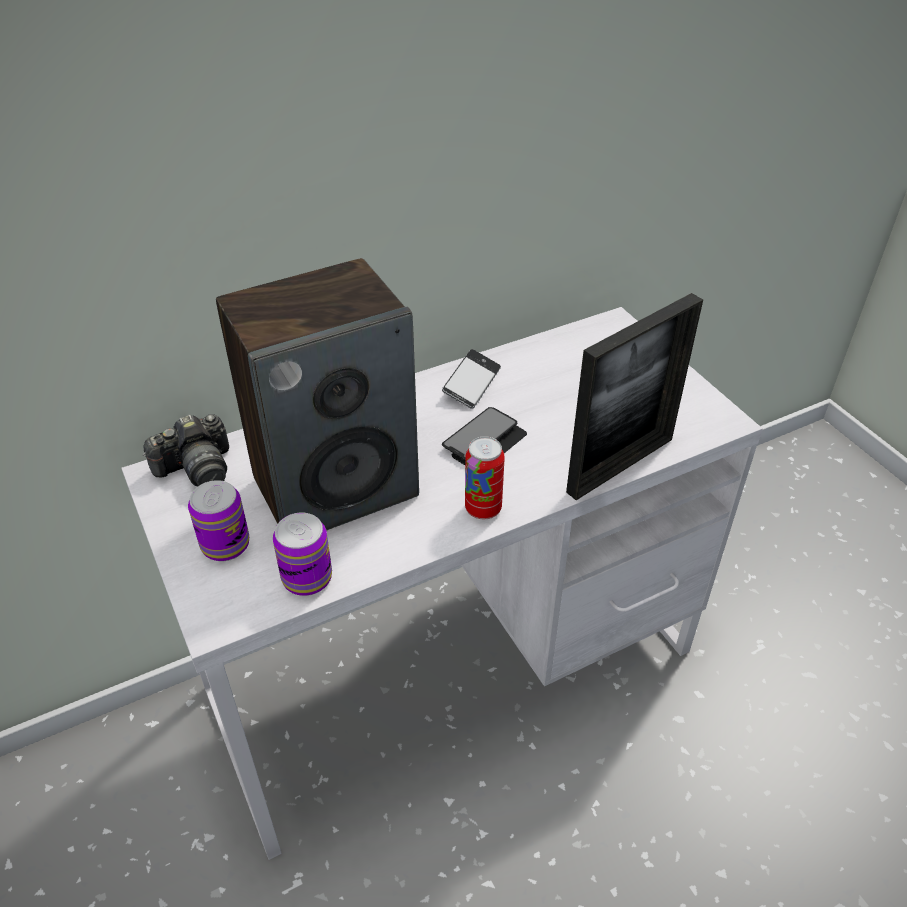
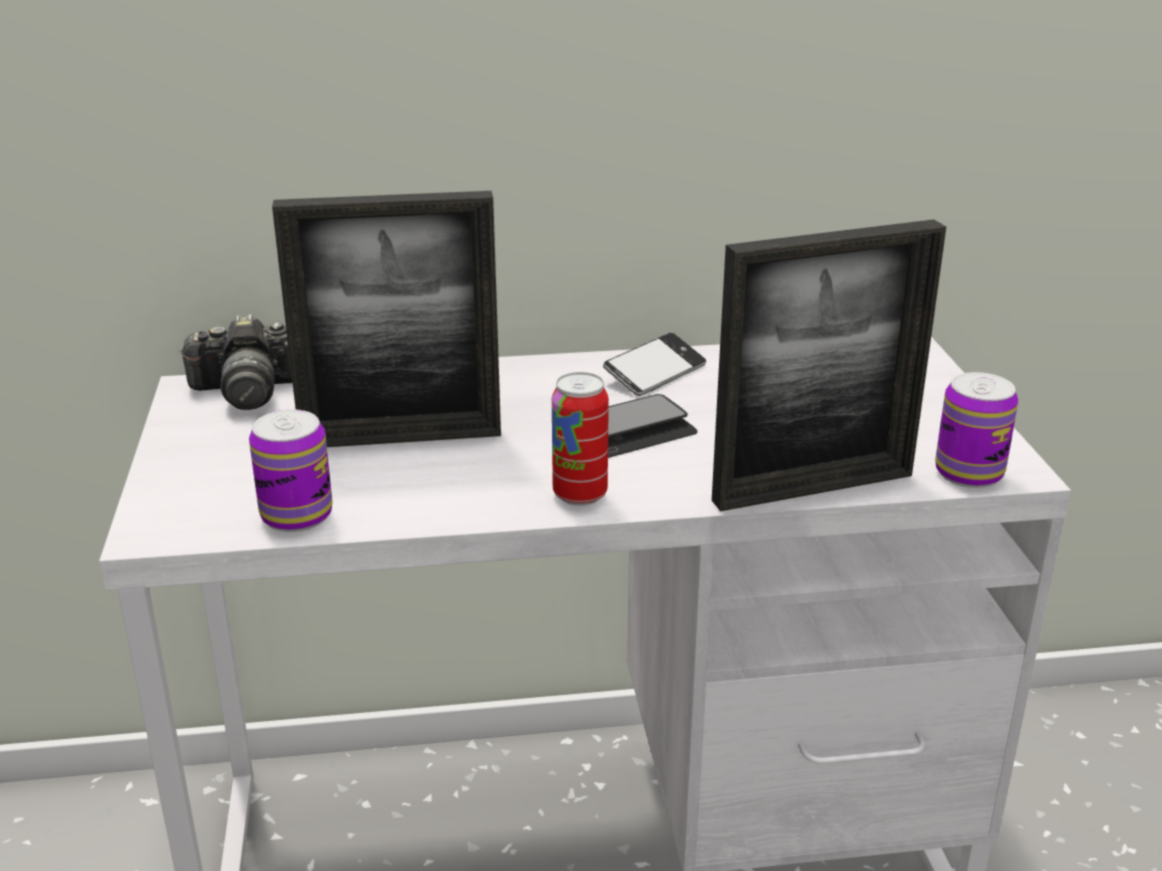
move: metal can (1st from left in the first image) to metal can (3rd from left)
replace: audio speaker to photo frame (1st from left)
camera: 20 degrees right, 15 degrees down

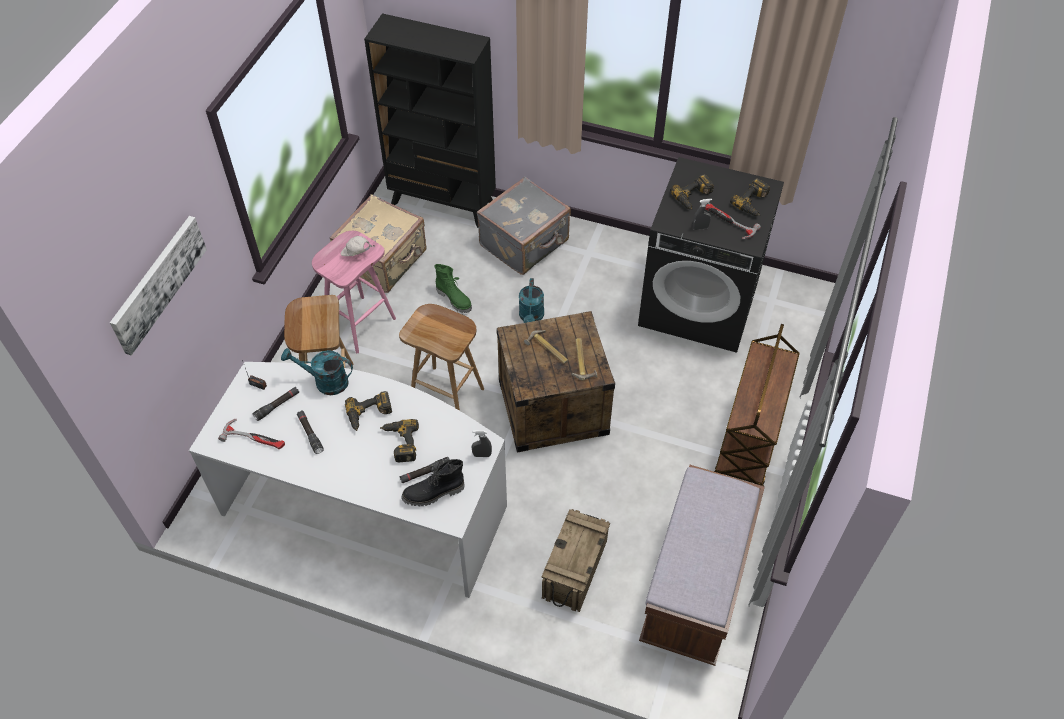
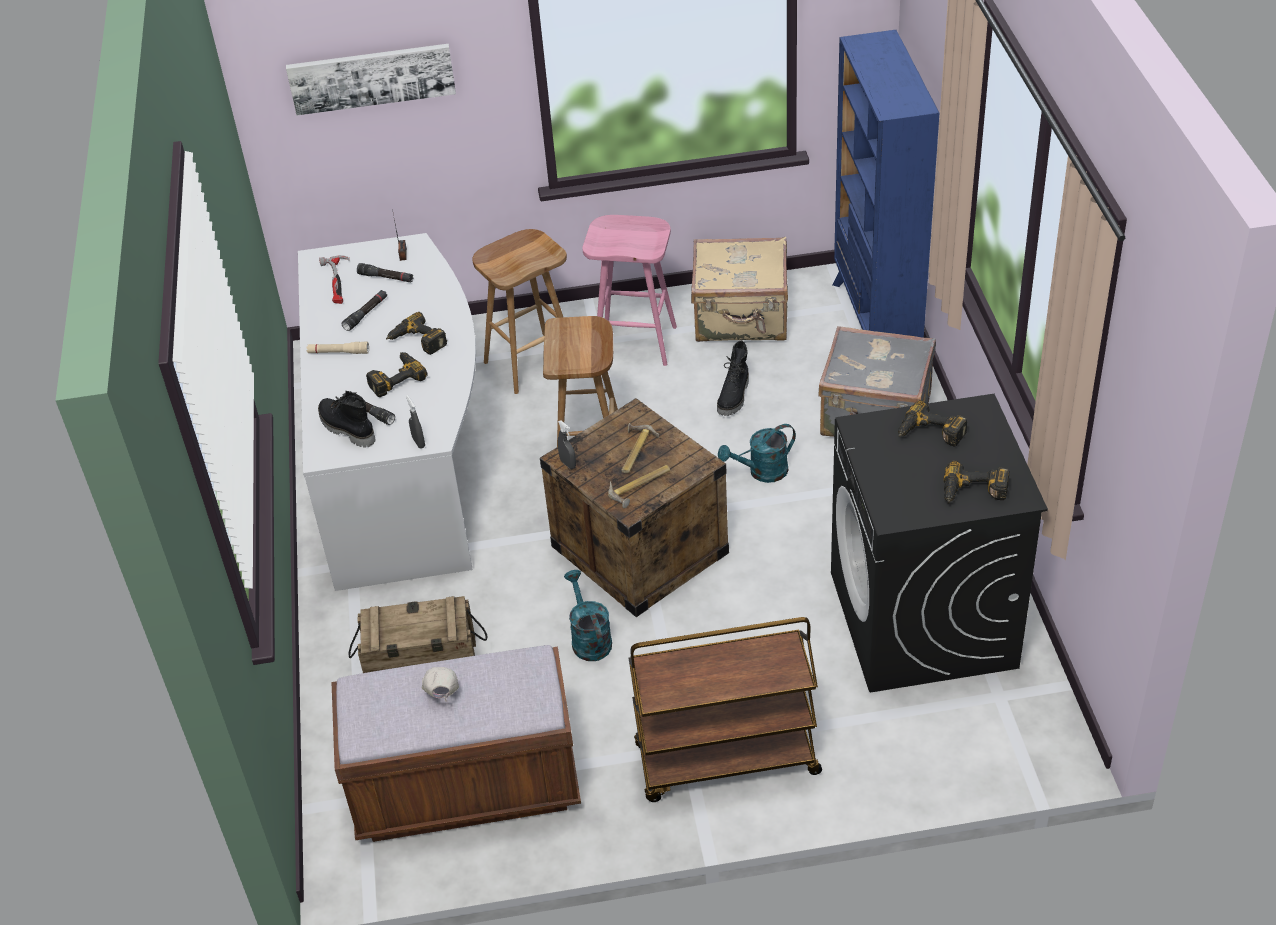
delete: hand hammer (4th from left)
insert: beige torch
move: gray hand sprayer (2nd from left); whitish cap; turquoise-coloured watering pot (1st from left)
recolor: black-coloured bookshelf to bluish bookshelf; greenish boot to black-coloured boot (2nd from left)
camera: 65 degrees right, 10 degrees down

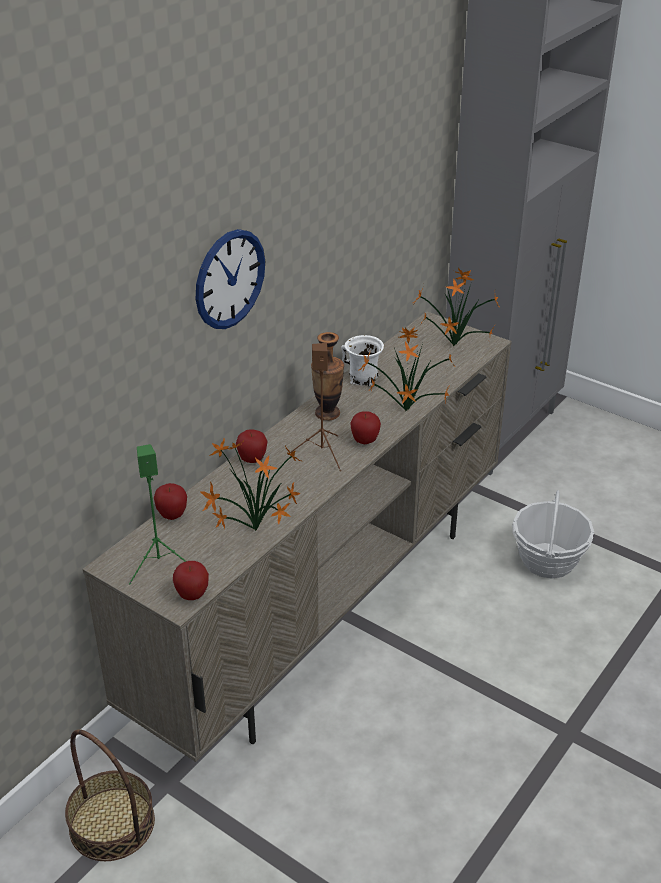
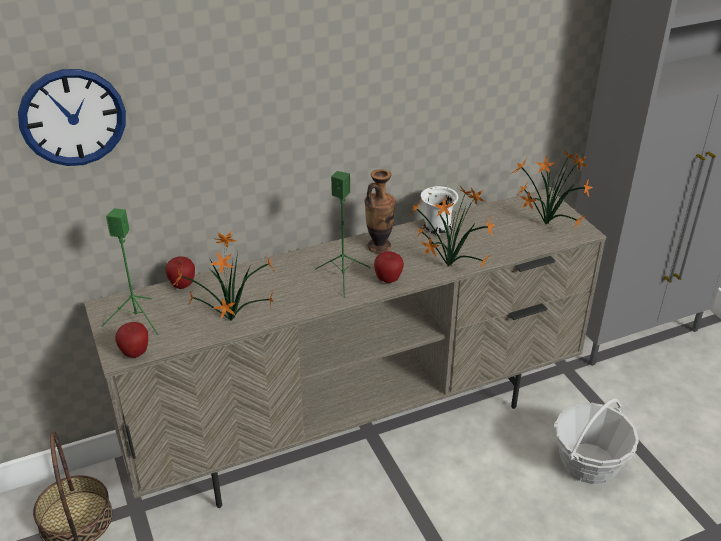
delete: apple (3rd from left)
move: hanging clock
recolor: brown-coloured audio speaker to greenish audio speaker (2nd from left)
camera: 30 degrees right, 0 degrees up

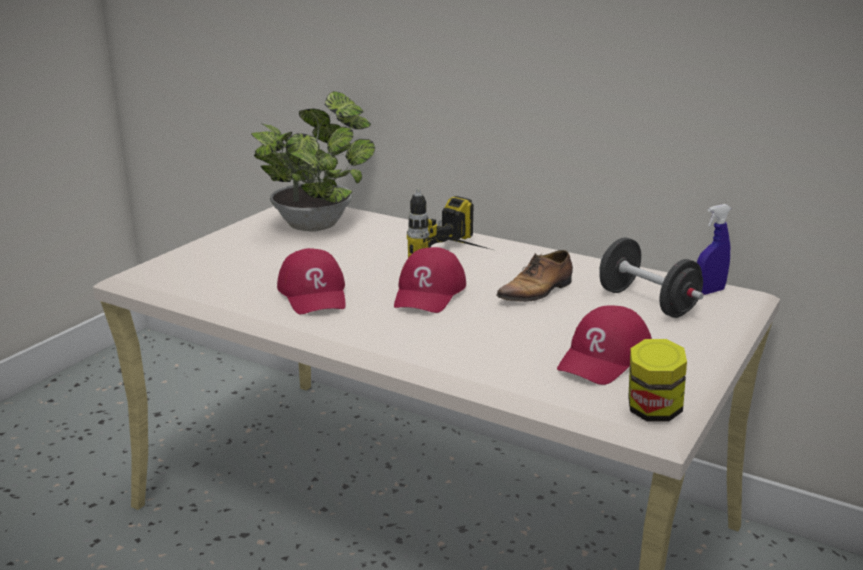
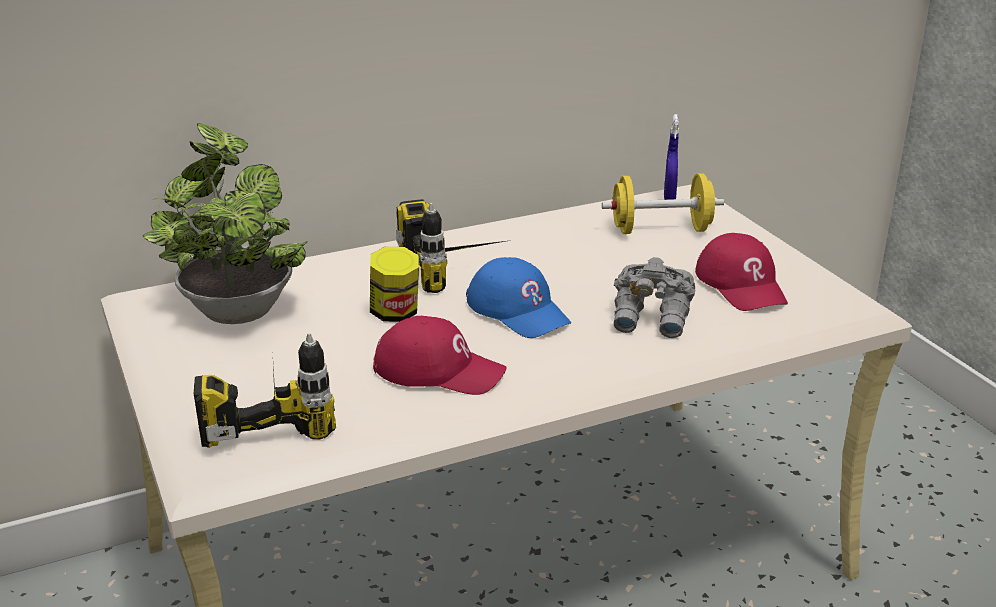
delete: low shoe
insert: gray pair of binoculars; power drill (1st from left)
move: preserve jar
recolor: black-coloured dumbbell to yellow dumbbell; red cap (2nd from left) to bluish cap
camera: 55 degrees left, 5 degrees up

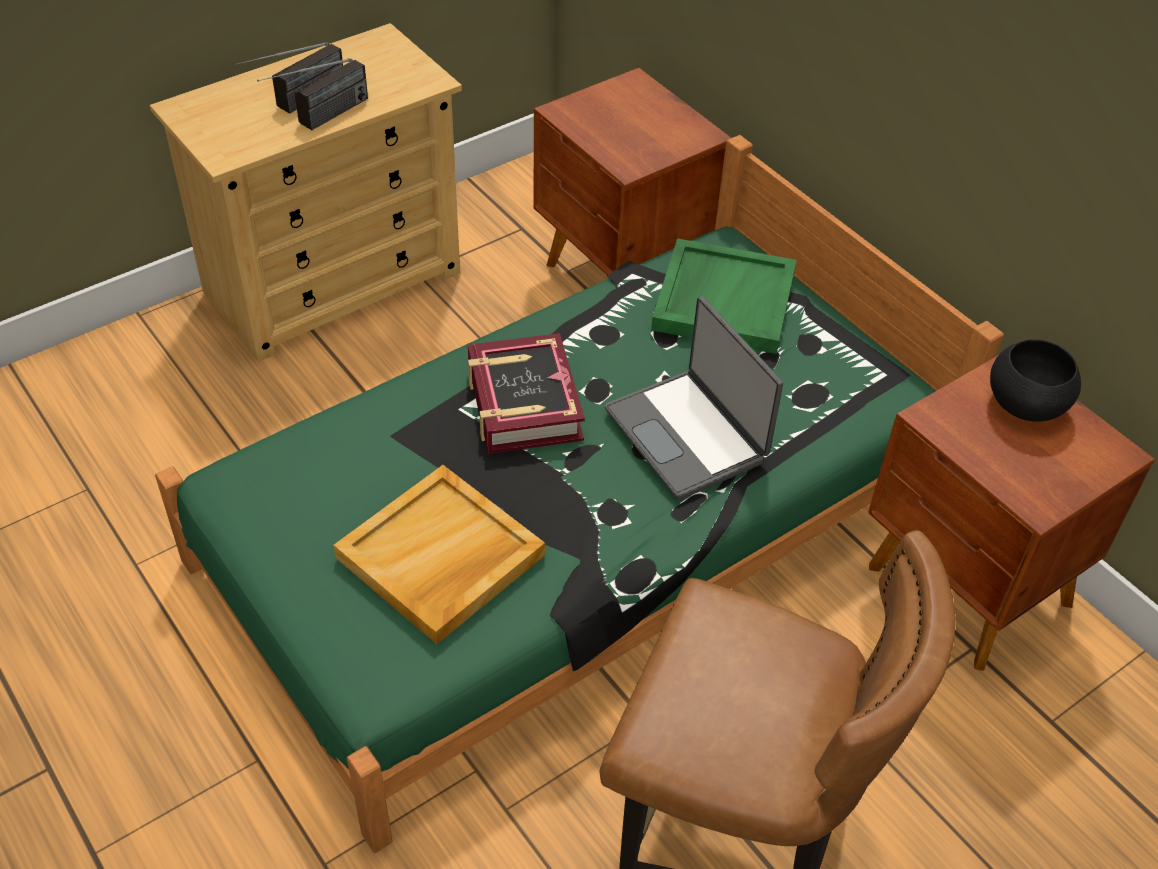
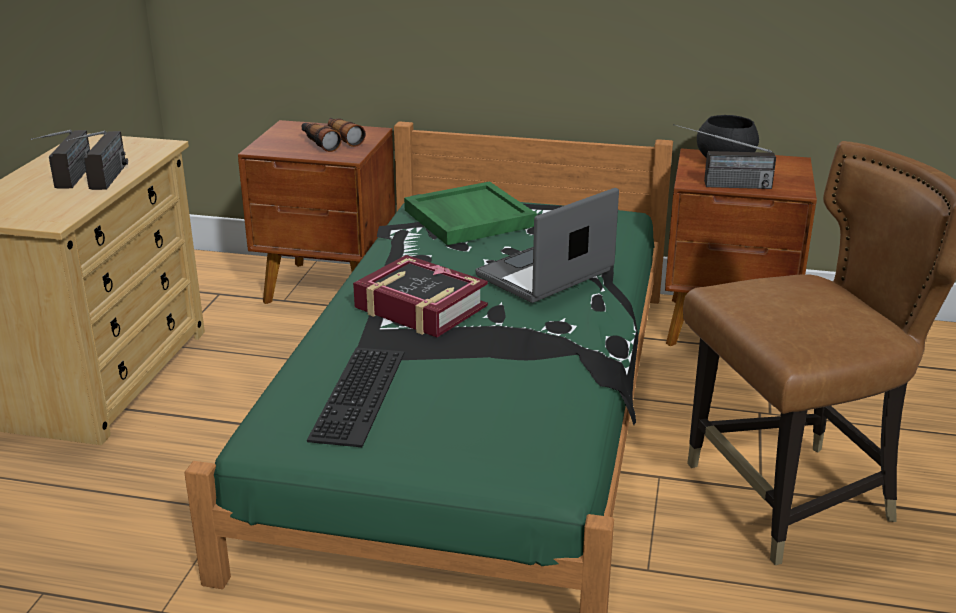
delete: beige carrying tray
insert: pair of binoculars; radio (3rd from left); PC keyboard
rotate: laptop 120 degrees clockwise
camera: 40 degrees left, 20 degrees down

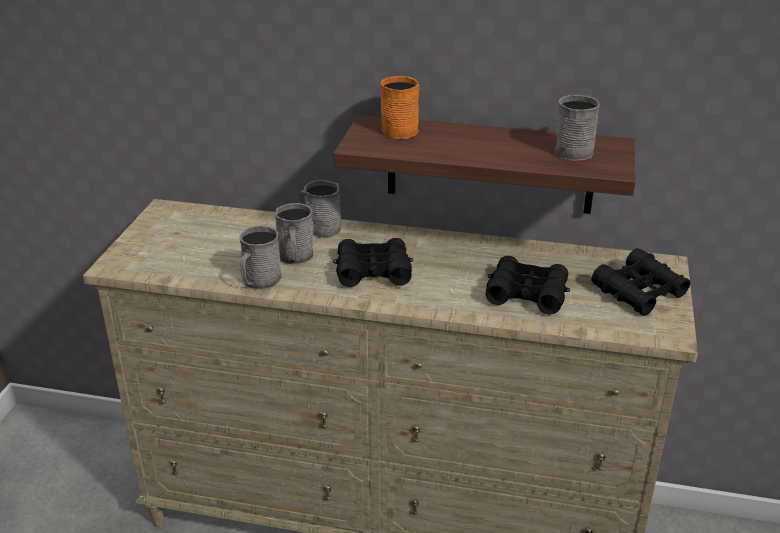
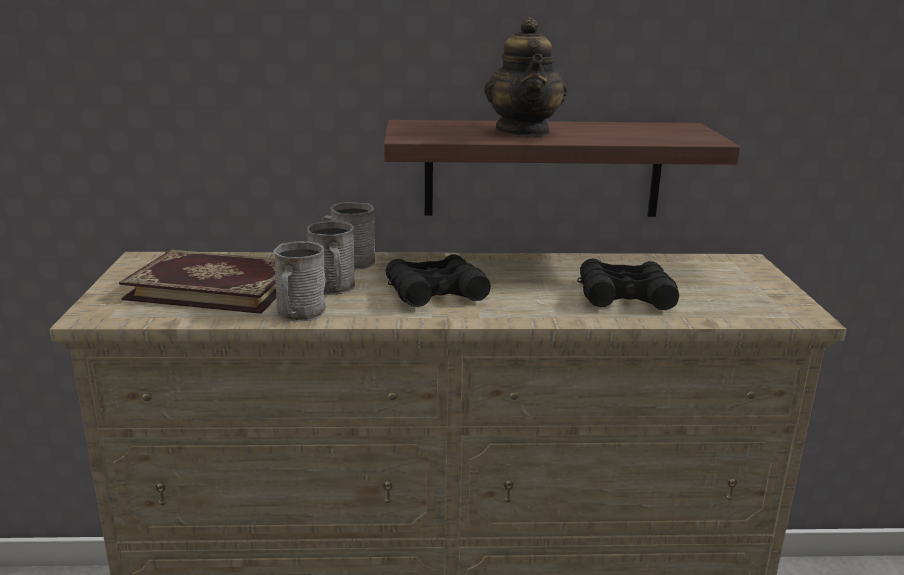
delete: orangey mug; gray mug (4th from left); black-coloured pair of binoculars (3rd from left)
insert: pot for tea; bound book
camera: 15 degrees left, 10 degrees down

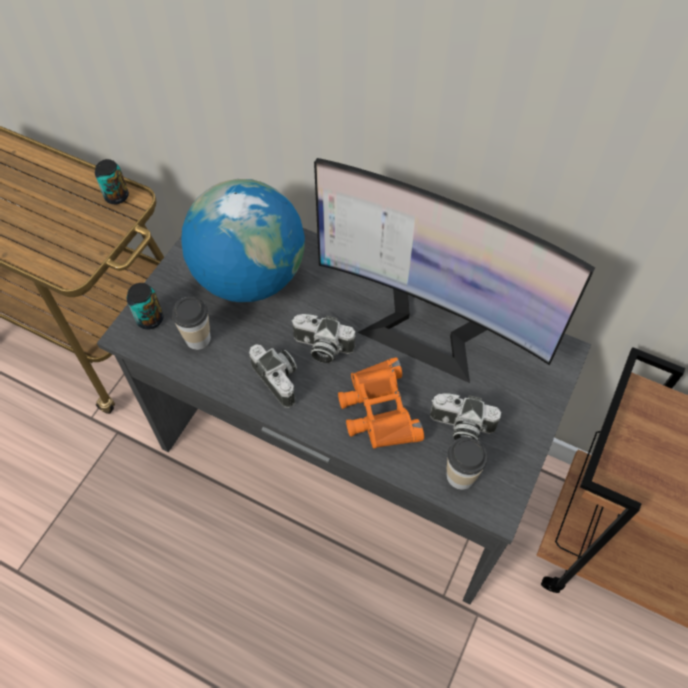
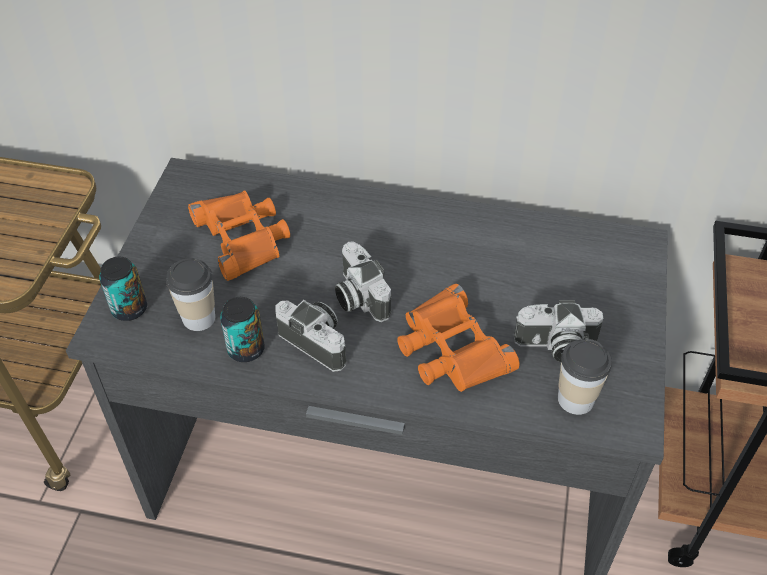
delete: monitor
move: metal can (1st from left in the first image) to metal can (2nd from left)
replace: desk globe to orangey pair of binoculars (1st from left)
rotate: photo camera (2nd from left) 60 degrees clockwise
camera: 15 degrees left, 10 degrees down

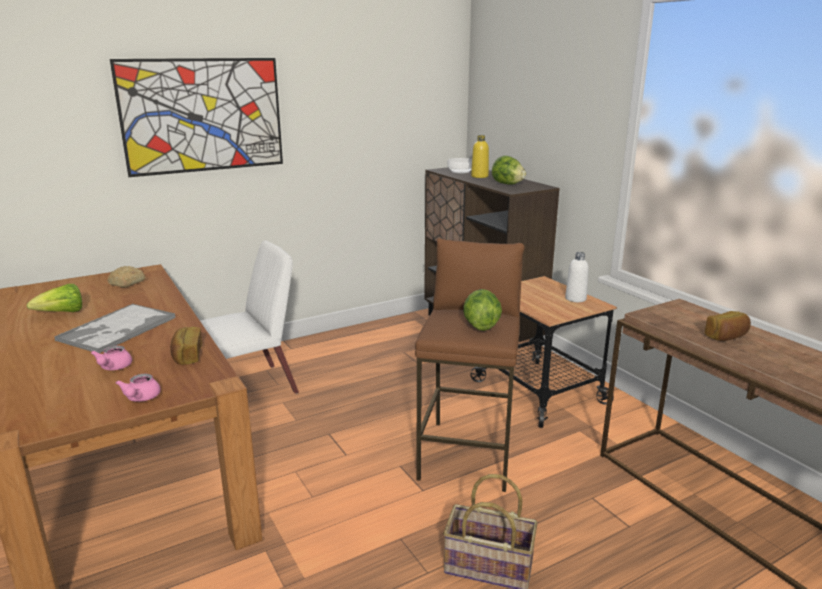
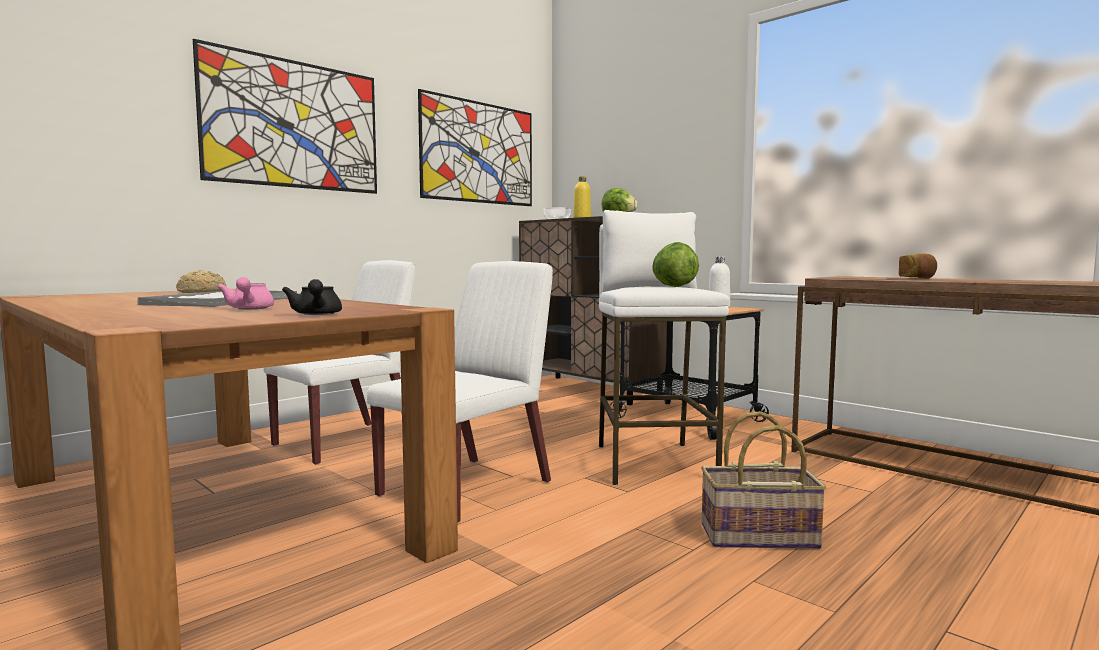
delete: lettuce head (1st from left); bread (2nd from left)
insert: picture (2nd from left); whitish plain chair (2nd from left)
recolor: brown-coloured stool seat to whitish stool seat; pink pot for tea (2nd from left) to black-coloured pot for tea
camera: 15 degrees left, 15 degrees down

